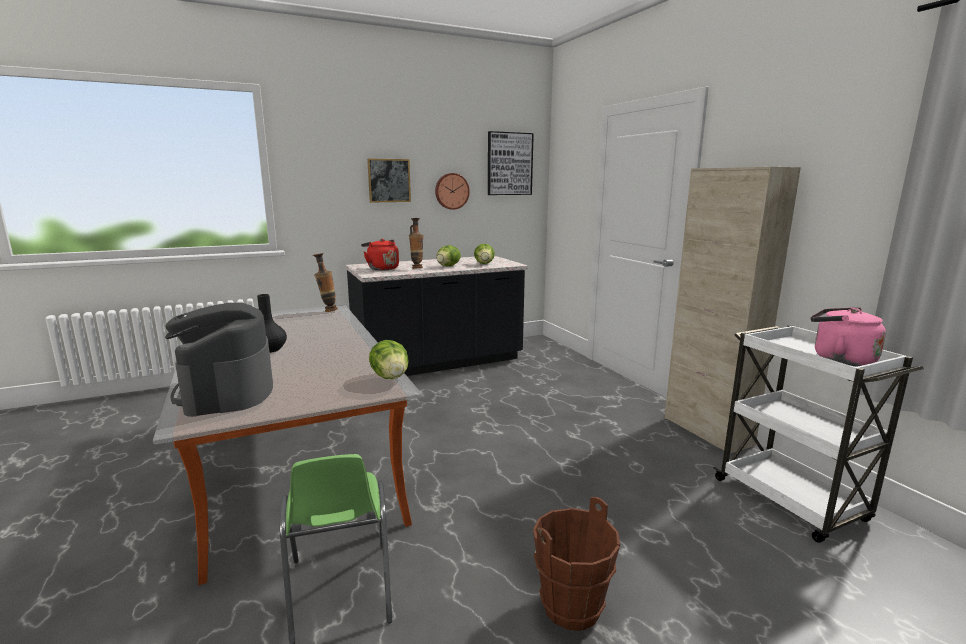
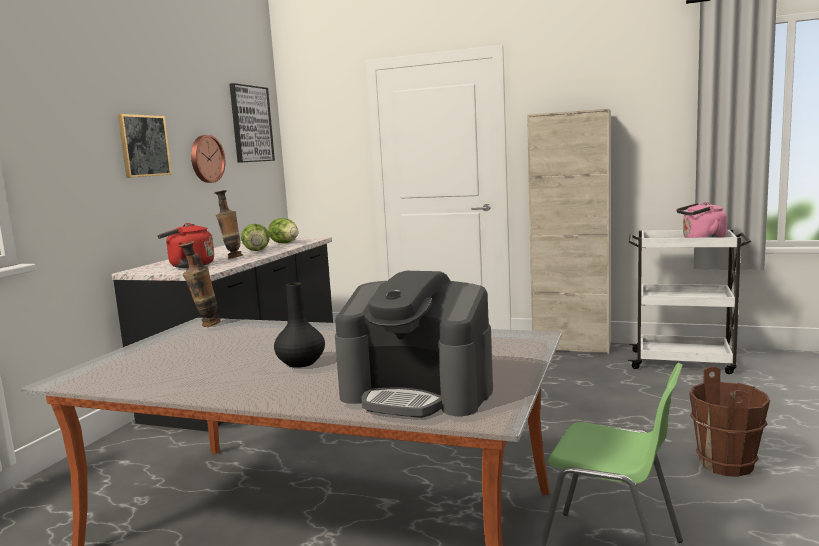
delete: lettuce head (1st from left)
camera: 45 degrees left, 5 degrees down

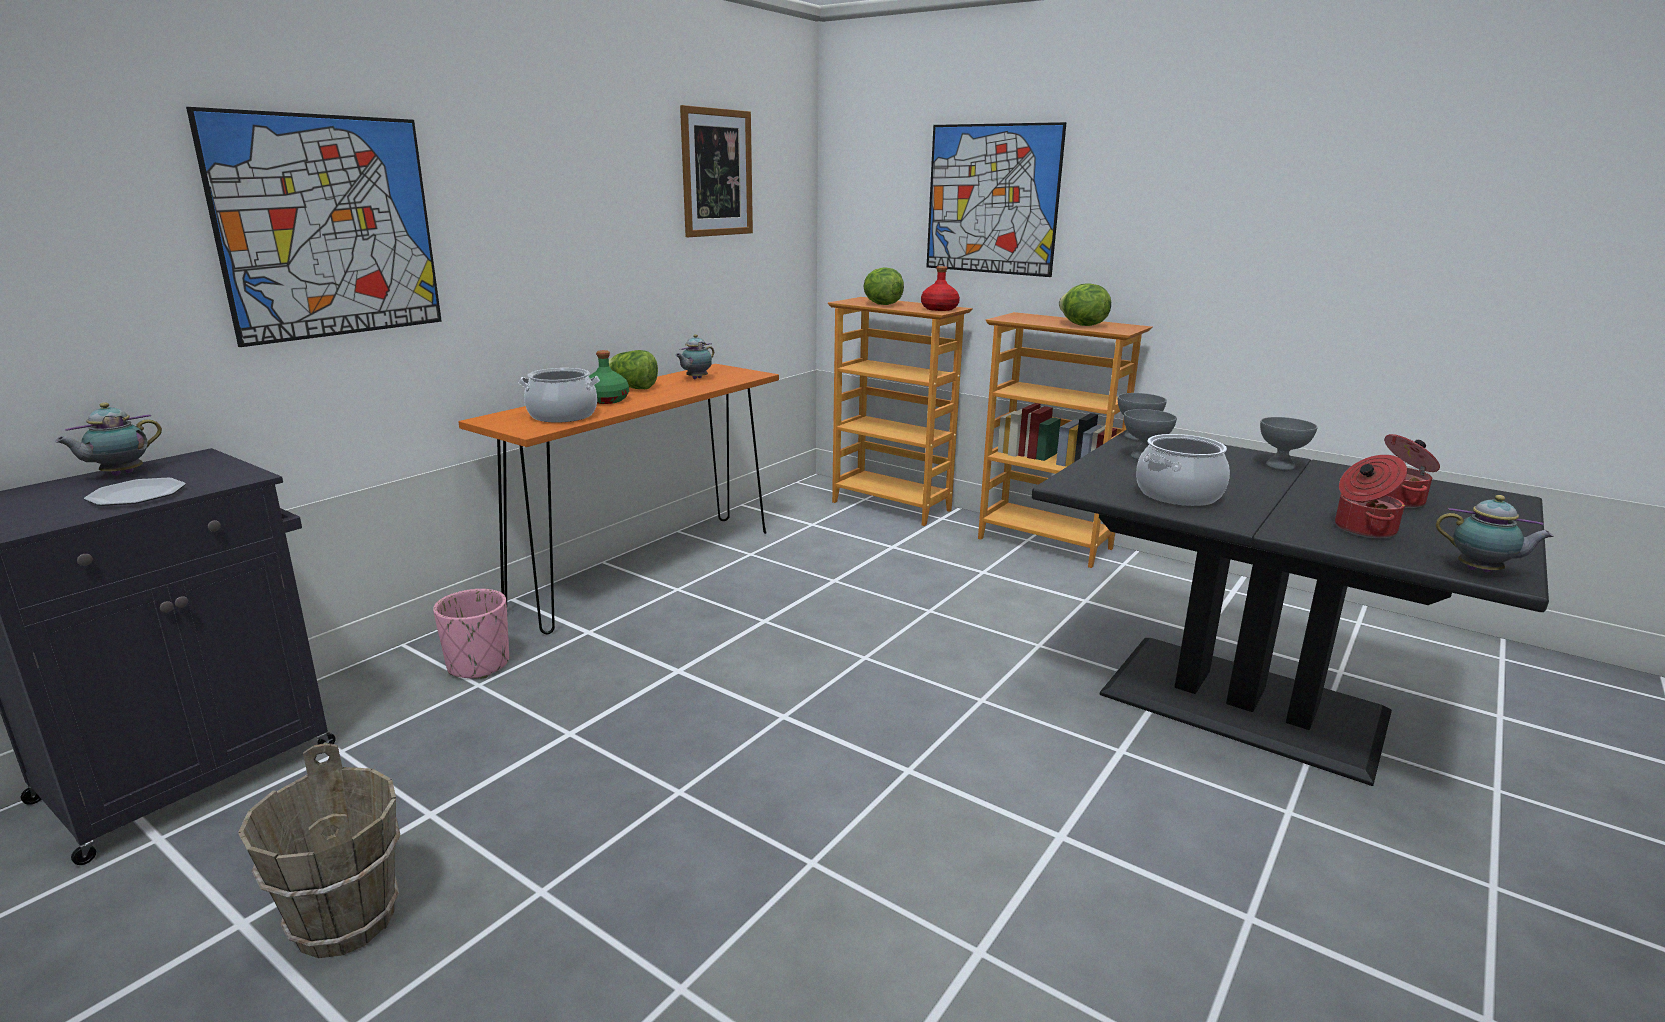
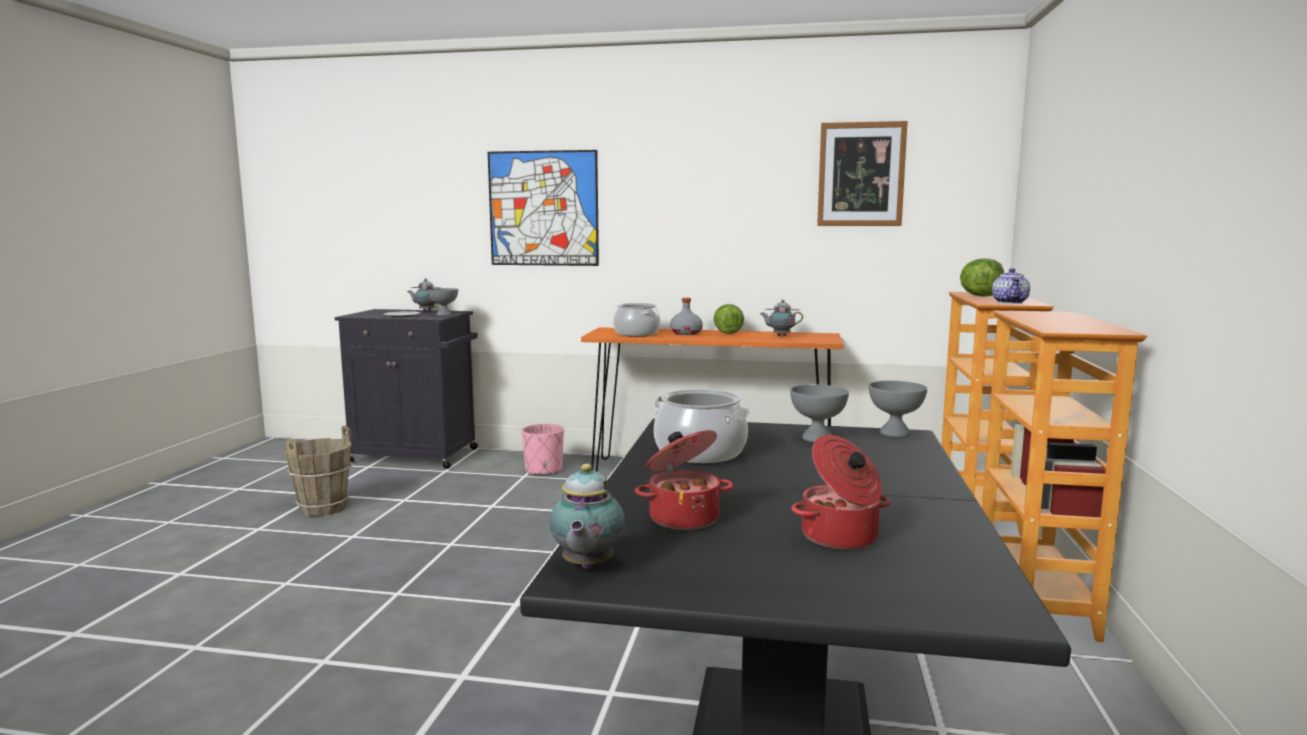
delete: picture (3rd from left); lettuce head (3rd from left)
move: gray deep dish (3rd from left in the first image) to gray deep dish (1st from left)
replace: red bottle to pot for tea (4th from left)
recolor: greenish bottle to gray bottle
camera: 65 degrees right, 10 degrees down

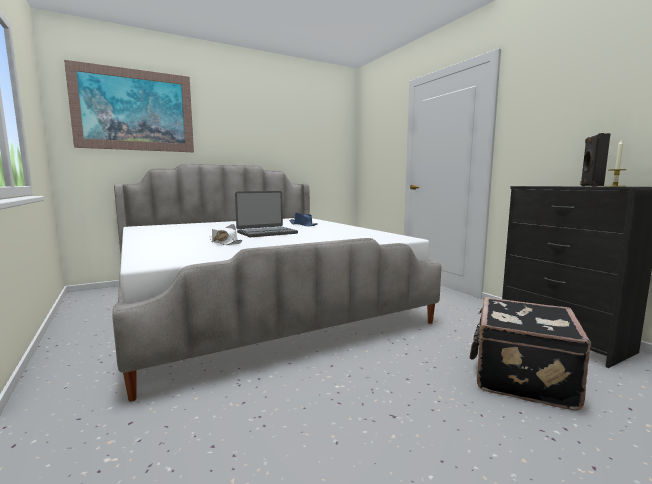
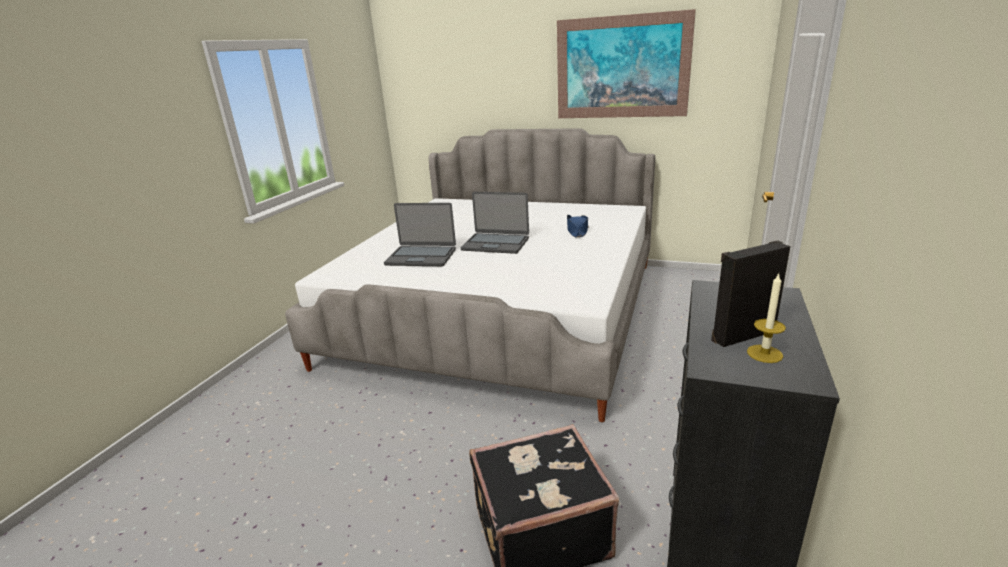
move: picture
replace: whitish hat to laptop (1st from left)
camera: 50 degrees right, 15 degrees up

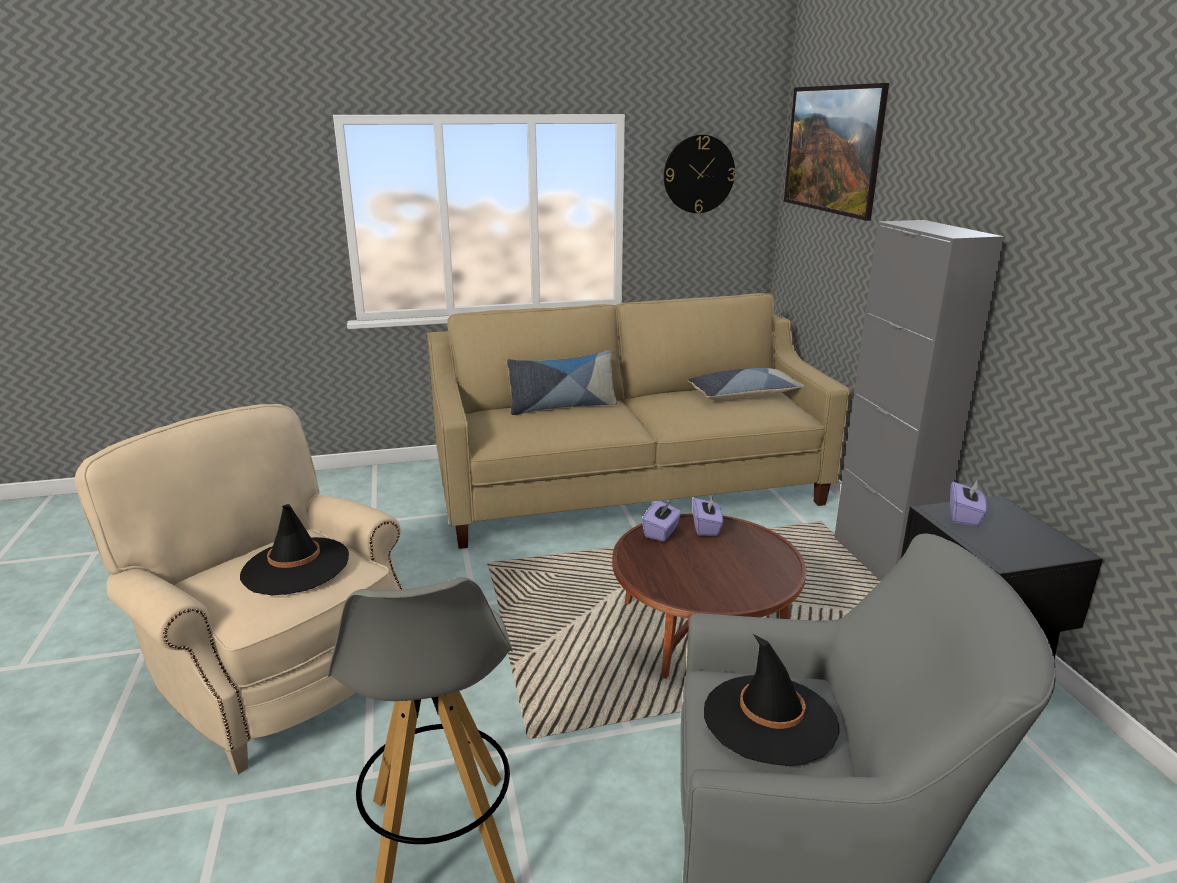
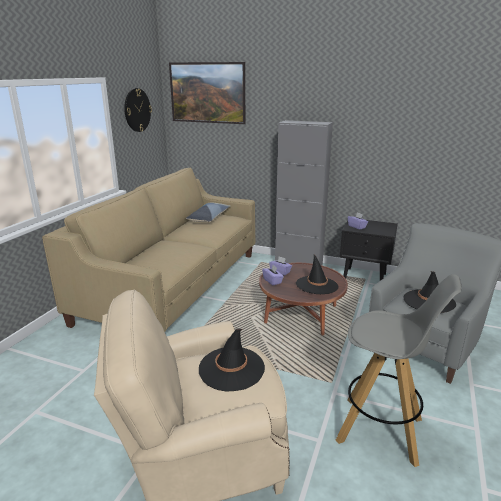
delete: throw pillow (1st from left)
insert: black-coloured hat (2nd from left)
camera: 55 degrees left, 0 degrees up

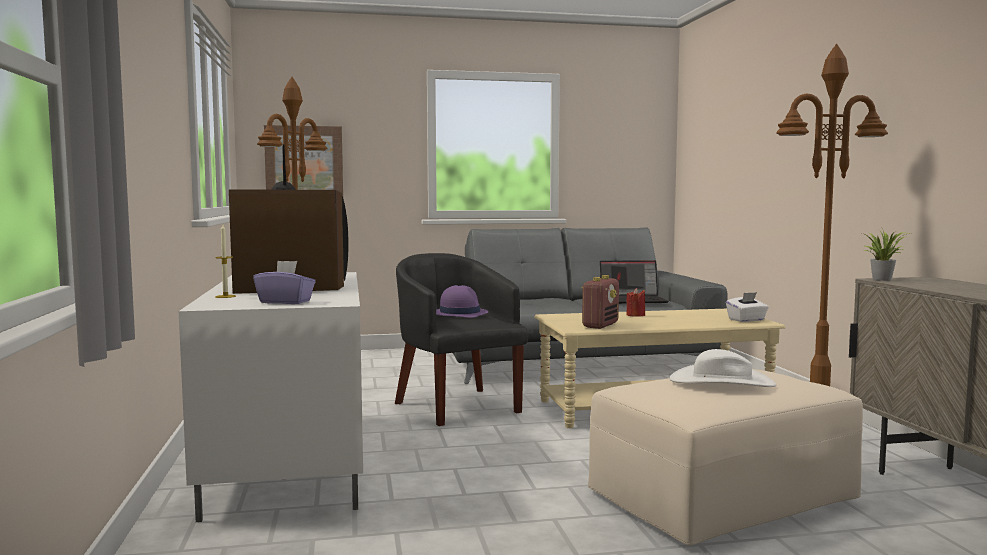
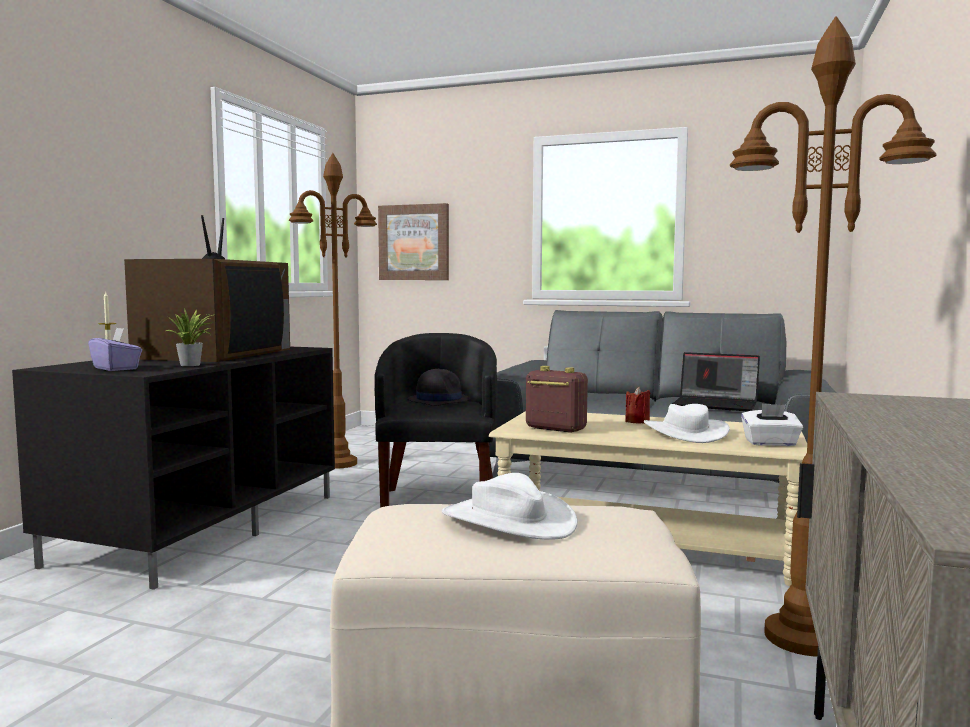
insert: whitish hat (2nd from left)
move: houseplant
recolor: whitish tv unit to black-coloured tv unit; purple-coloured hat to black-coloured hat
rotate: radio 120 degrees counterclockwise
camera: 30 degrees right, 0 degrees up

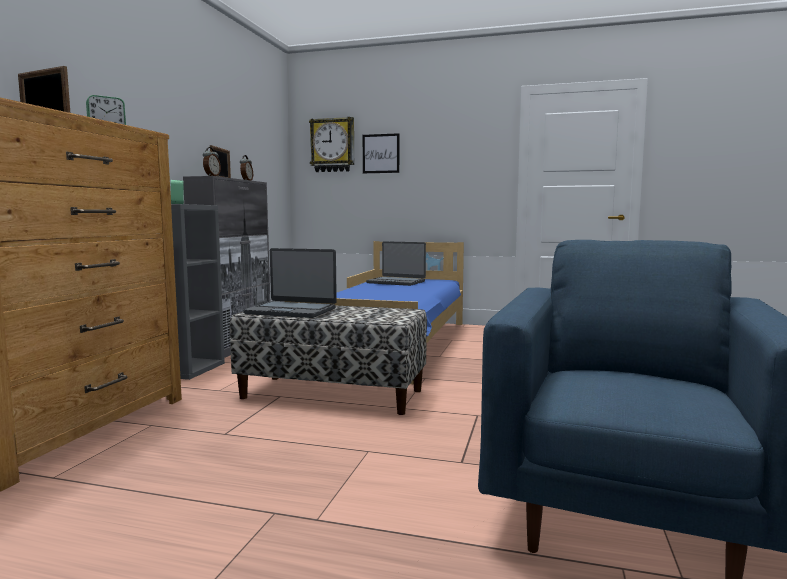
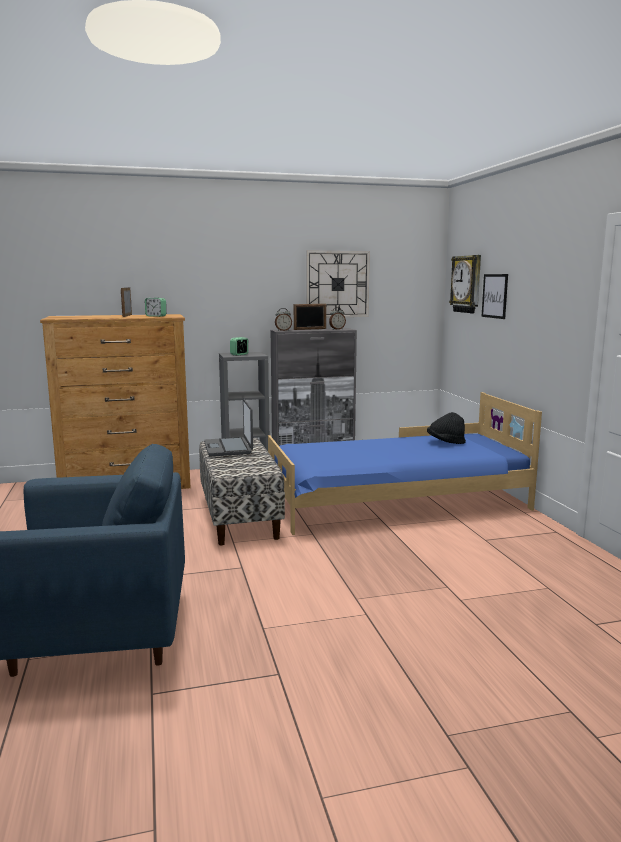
insert: hanging clock (1st from left)
replace: laptop (2nd from left) to black-coloured hat
camera: 60 degrees right, 5 degrees up

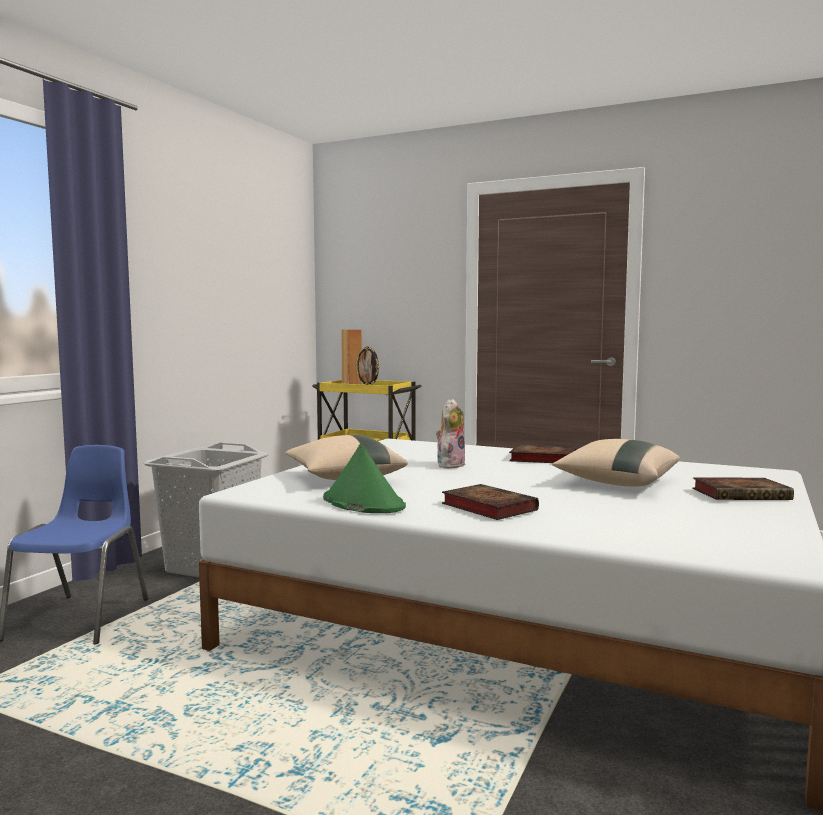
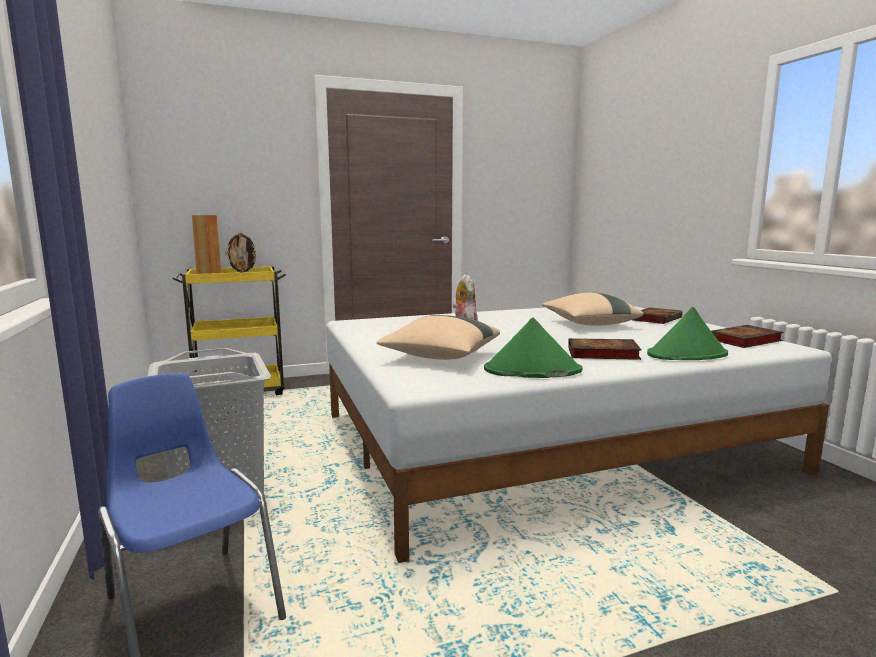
insert: greenish hat (2nd from left)
move: bound book (2nd from left in the first image) to bound book (3rd from left)
camera: 45 degrees left, 5 degrees up

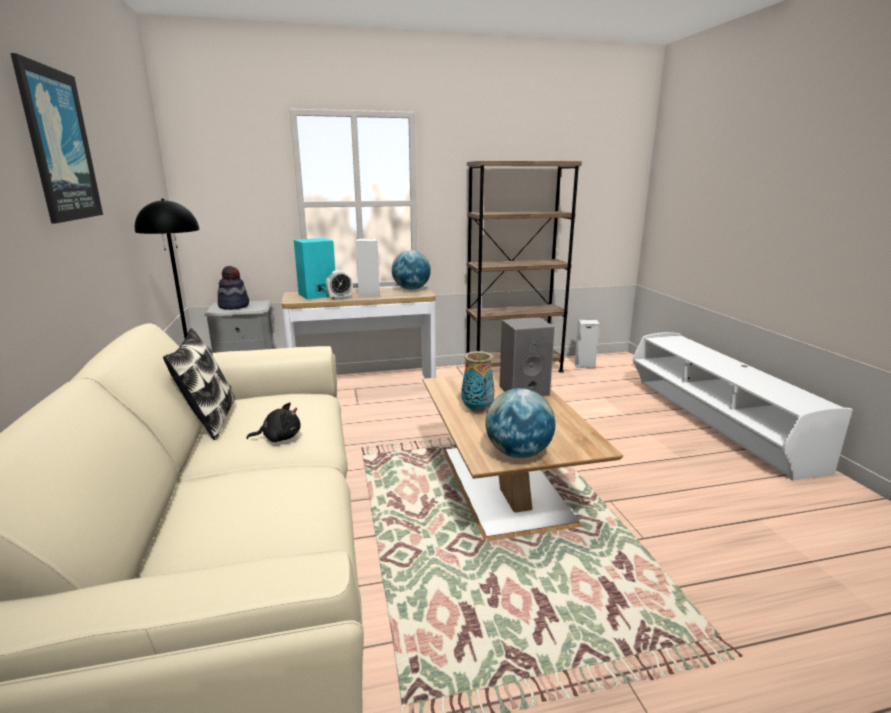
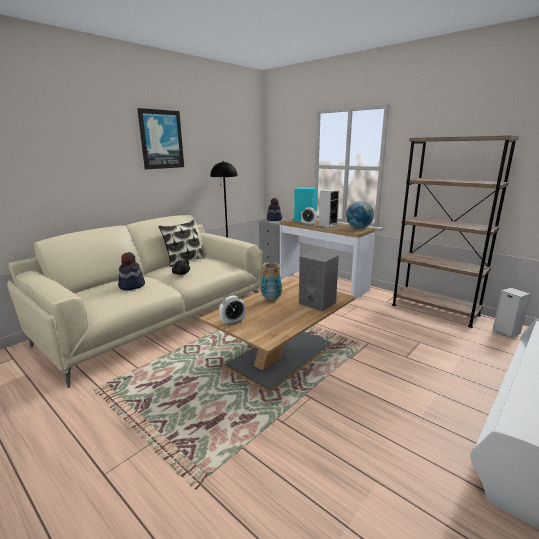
insert: hat (1st from left)
replace: desk globe (2nd from left) to table clock (1st from left)
camera: 55 degrees right, 0 degrees up

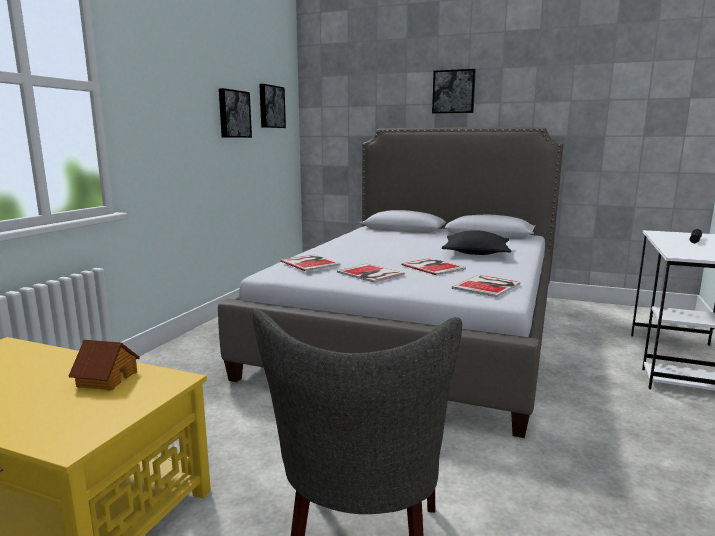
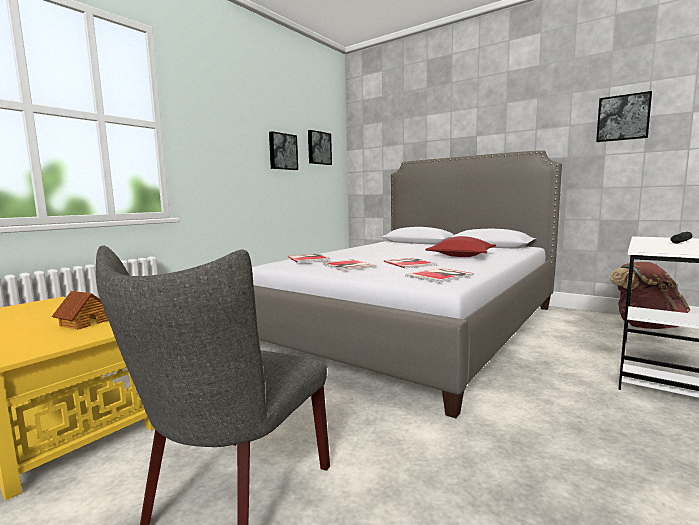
insert: brown-coloured rucksack
move: picture (3rd from left)
recolor: black-coloured throw pillow to red throw pillow
camera: 15 degrees right, 5 degrees down

